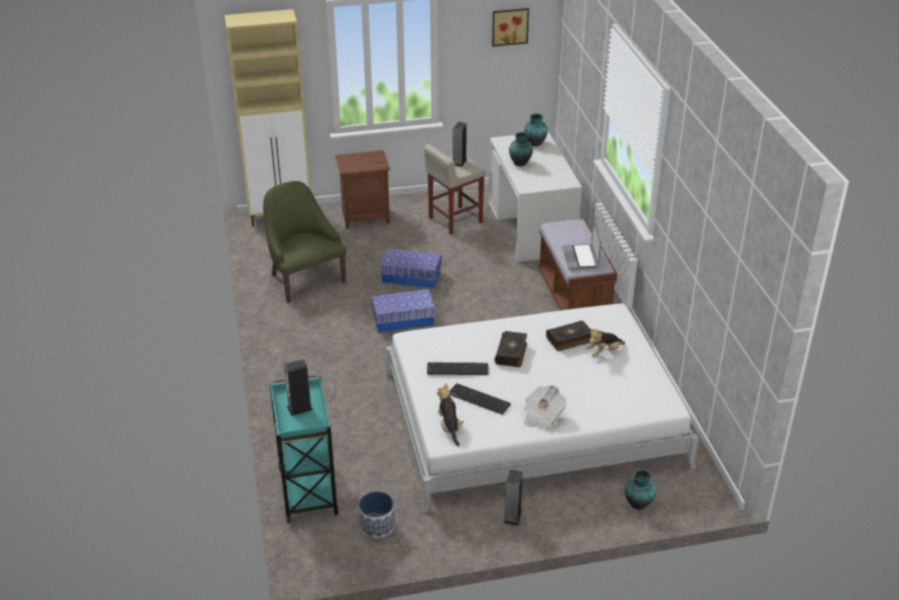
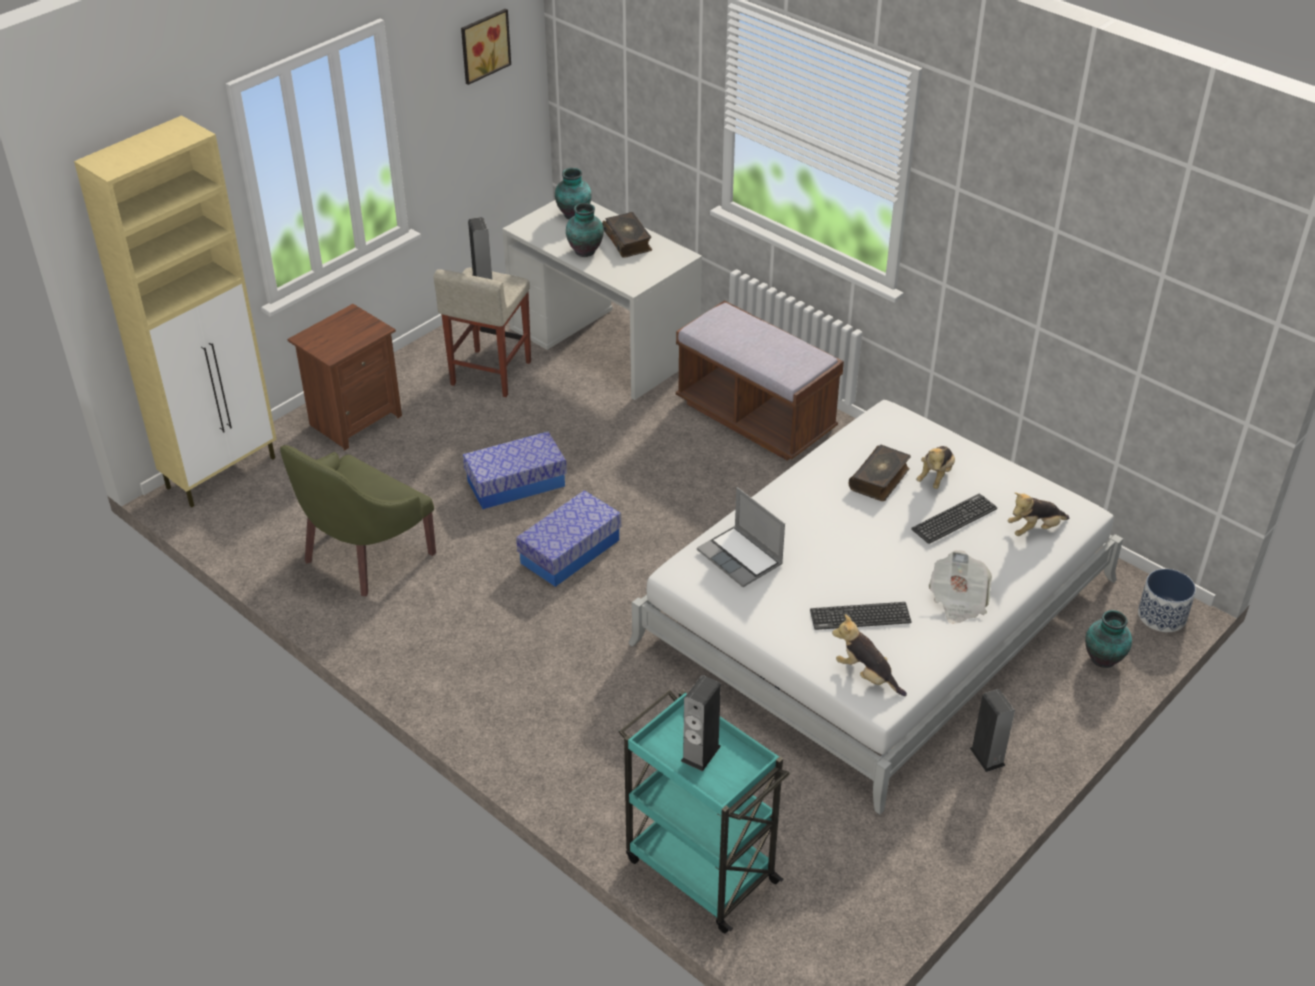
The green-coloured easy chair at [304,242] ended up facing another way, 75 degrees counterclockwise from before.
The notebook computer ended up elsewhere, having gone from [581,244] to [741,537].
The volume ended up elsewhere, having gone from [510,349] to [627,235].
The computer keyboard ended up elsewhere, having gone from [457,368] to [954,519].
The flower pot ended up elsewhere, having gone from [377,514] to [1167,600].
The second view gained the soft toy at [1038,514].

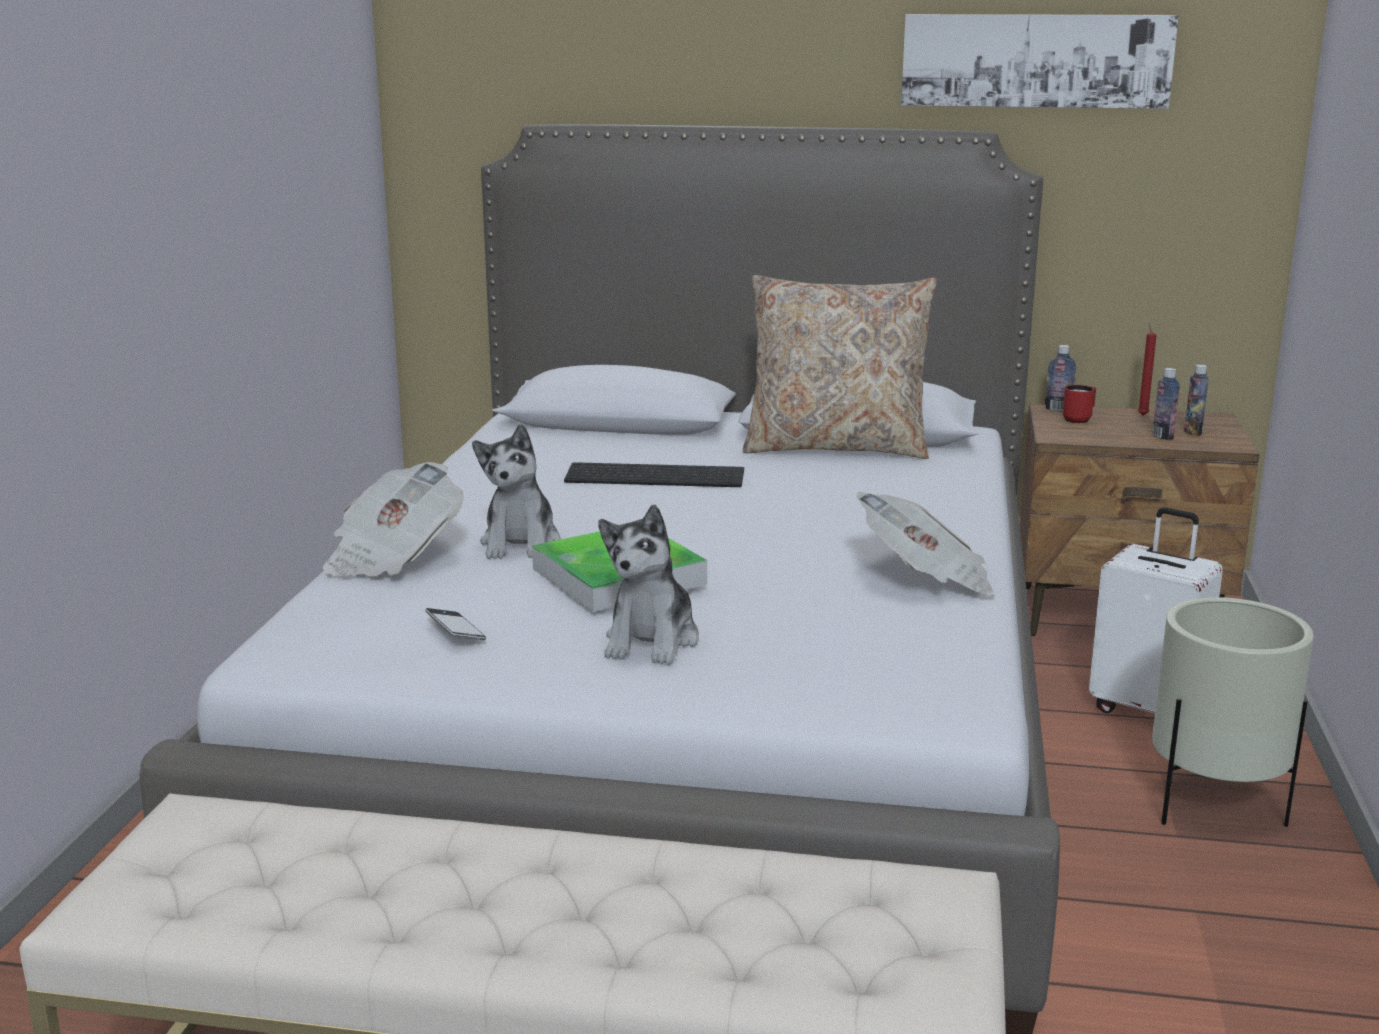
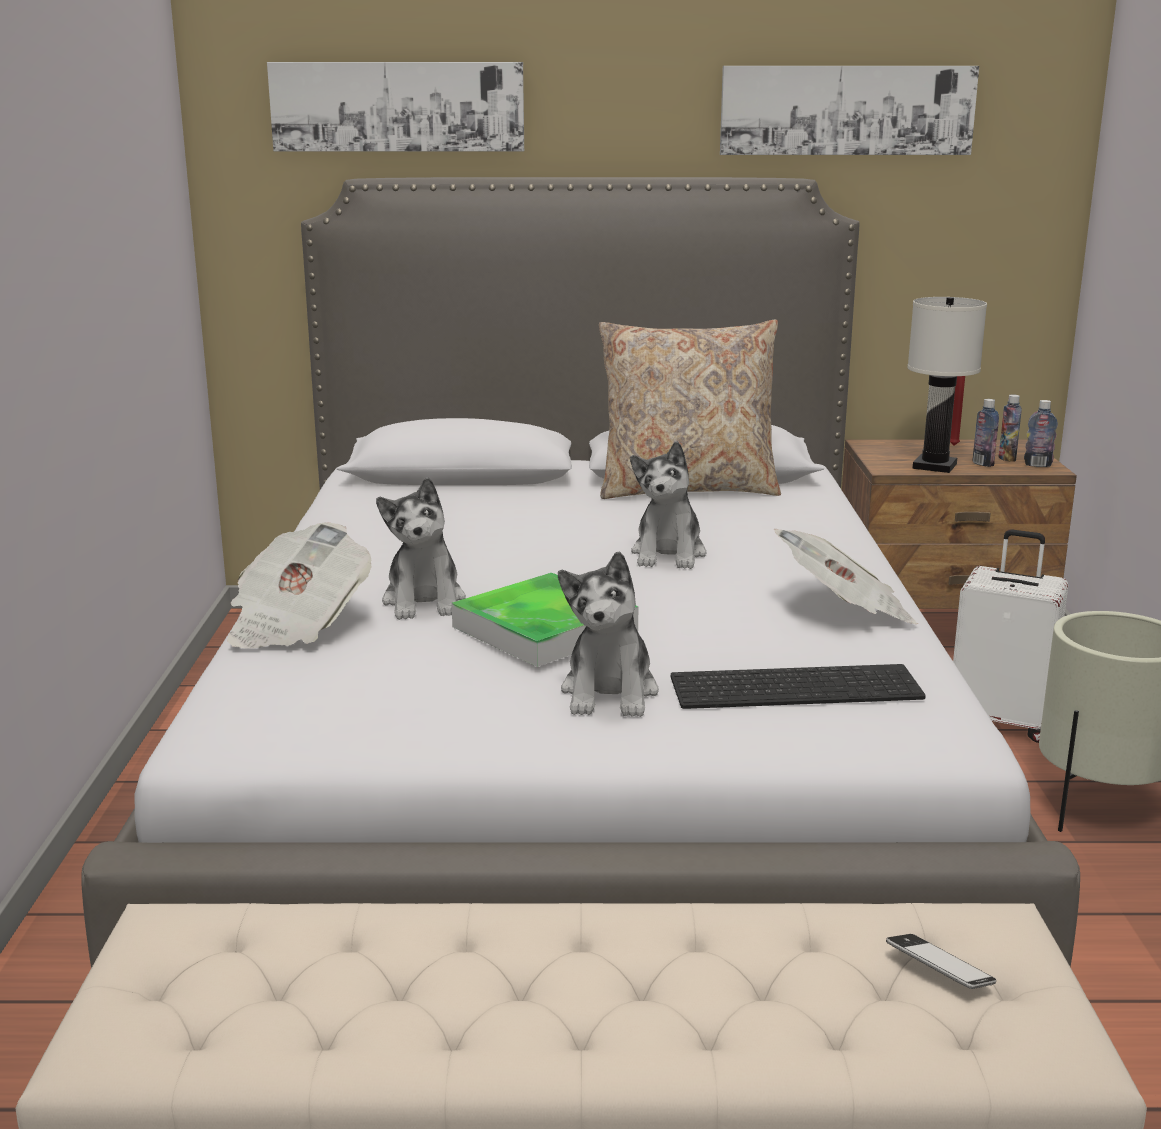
The bottle ended up elsewhere, having gone from [1061,378] to [1041,433].
The second view lost the red mug at [1079,404].
The computer keyboard ended up elsewhere, having gone from [654,474] to [798,686].
The handset ended up elsewhere, having gone from [455,624] to [941,961].
The second view gained the picture at [395,106].
The second view gained the white lamp for a table at [947,385].
The second view gained the soft toy at [668,505].

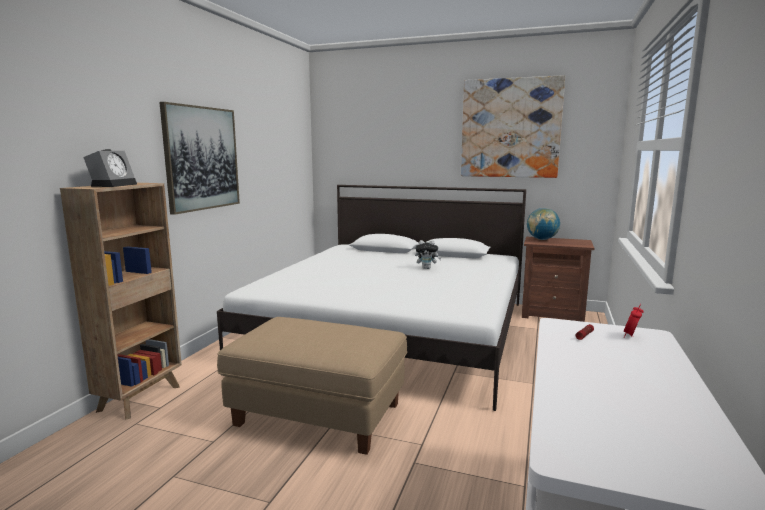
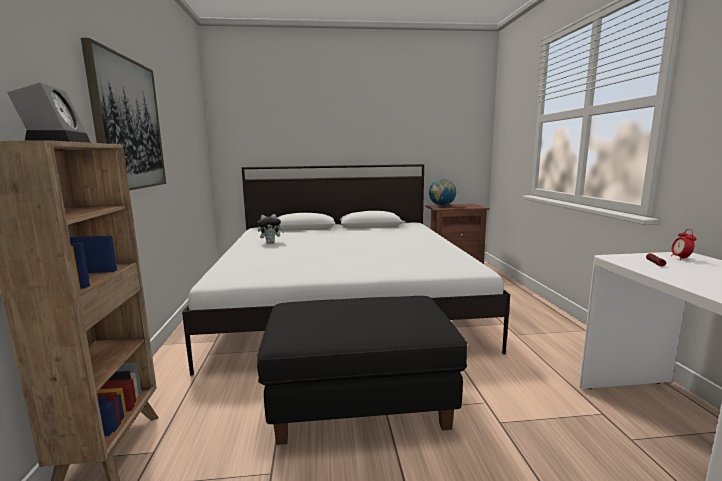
The second view lost the picture at [513,126].
The soft toy ended up elsewhere, having gone from [428,254] to [270,228].
What was the beige-coloured footrest at [312,386] turned into the black footrest at [362,370].

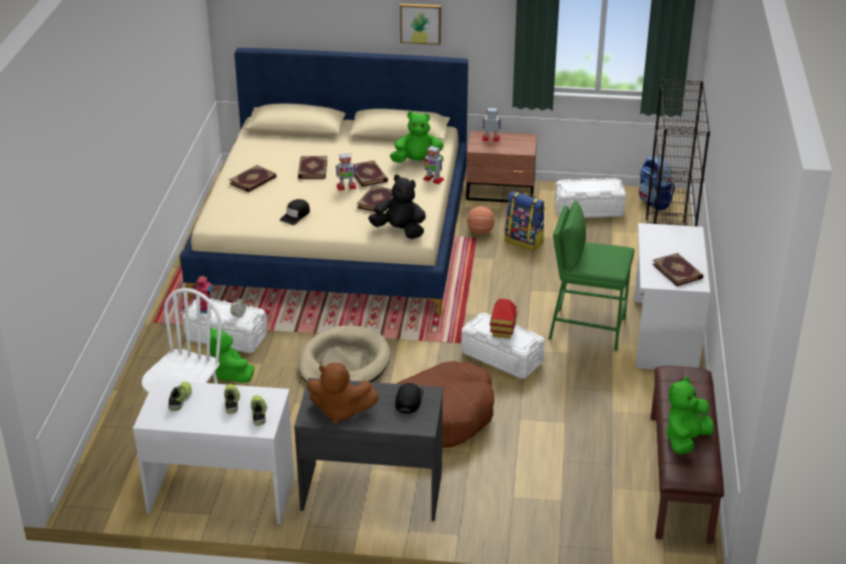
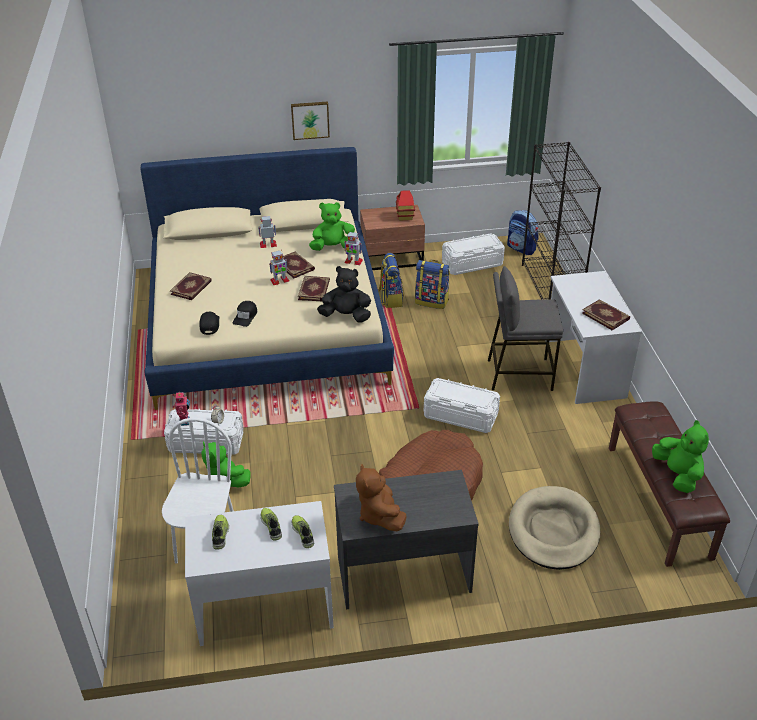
The model robot ended up elsewhere, having gone from [491,125] to [267,232].
The second view lost the volume at [312,167].
What was the green-coloured sitting stool at [592,276] turned into the greyish sitting stool at [525,328].
Where the basketball ball stood at [481,220], the knapsack came to stand at [391,280].
The miniature house ended up elsewhere, having gone from [504,319] to [405,205].
The beige-coloured dog bed ended up elsewhere, having gone from [344,353] to [554,528].
The brownish soft toy at [343,393] ended up facing another way, 75 degrees clockwise from before.
The green-coloured soft toy at [690,416] ended up facing another way, 135 degrees clockwise from before.
The black peaked cap ended up elsewhere, having gone from [409,398] to [209,323].

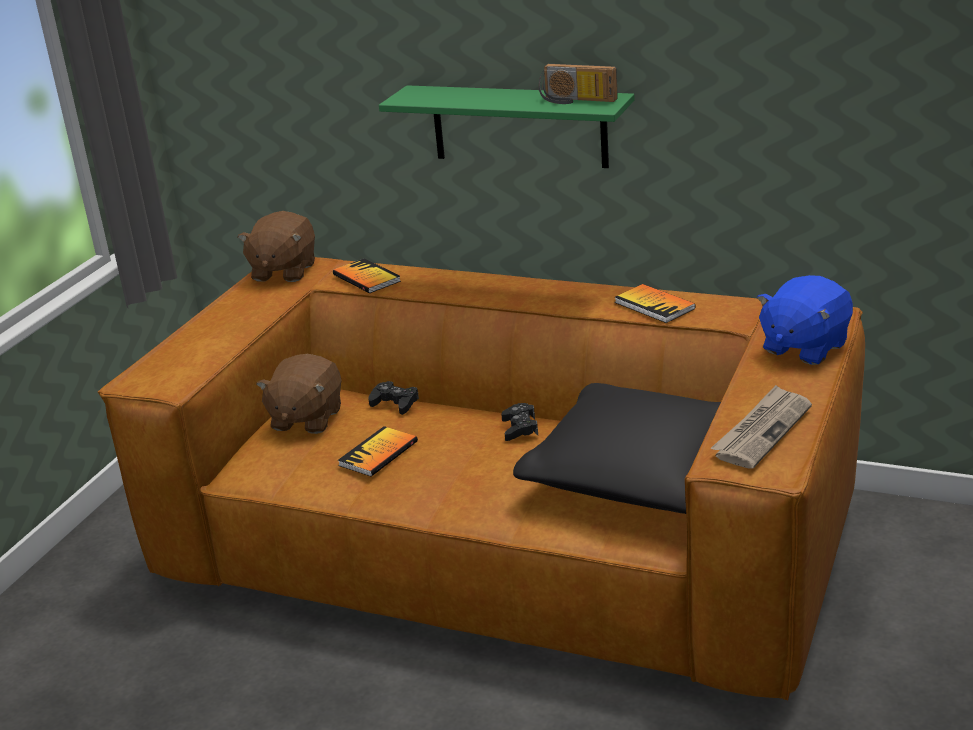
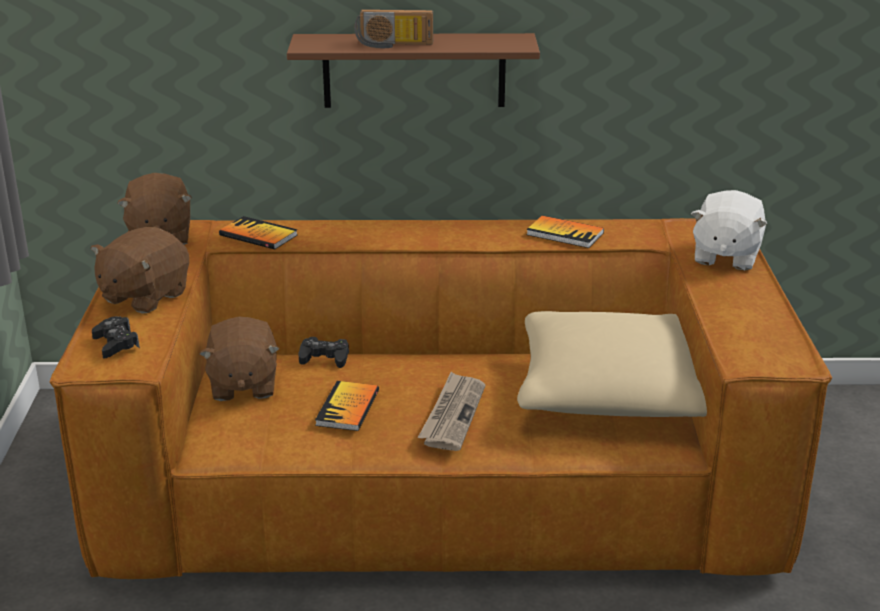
The radio set ended up elsewhere, having gone from [578,84] to [394,28].
What was the green-coloured wall shelf at [507,126] turned into the brownish wall shelf at [413,70].
What was the bluish soft toy at [805,320] turned into the white soft toy at [729,230].
What was the black throw pillow at [617,448] turned into the beige-coloured throw pillow at [612,364].
The printed paper ended up elsewhere, having gone from [761,427] to [451,411].
The black game controller ended up elsewhere, having gone from [519,422] to [116,337].
The second view gained the brownish soft toy at [140,270].

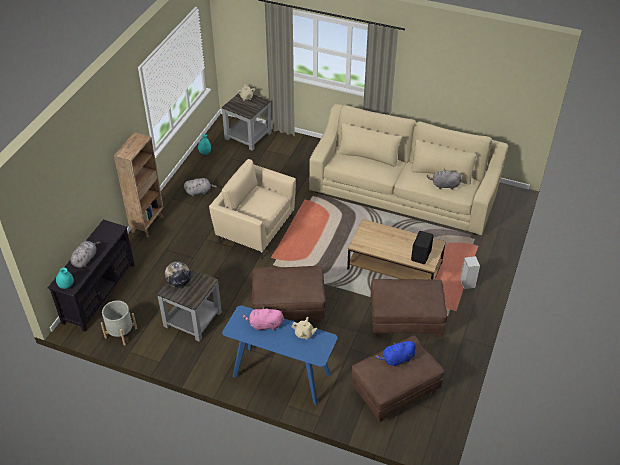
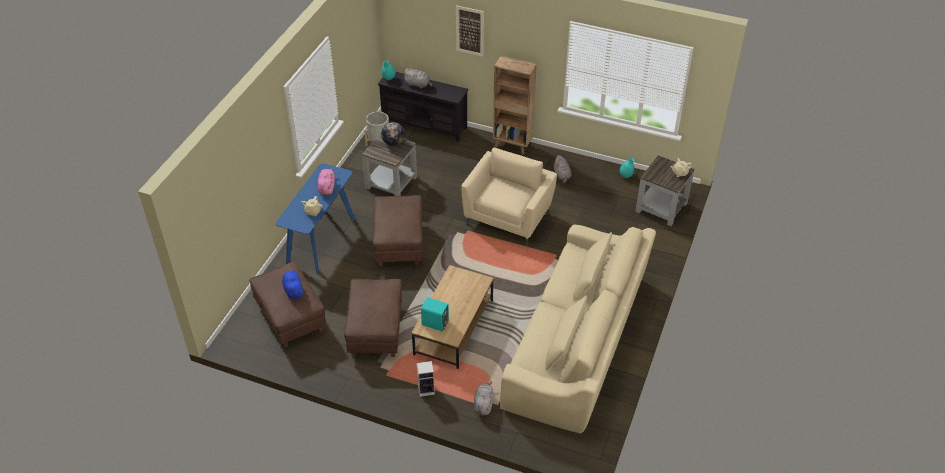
The greyish soft toy ended up elsewhere, having gone from [444,179] to [483,398].
What was the black loudspeaker at [422,247] turned into the turquoise loudspeaker at [435,314].
The second view gained the picture at [470,31].

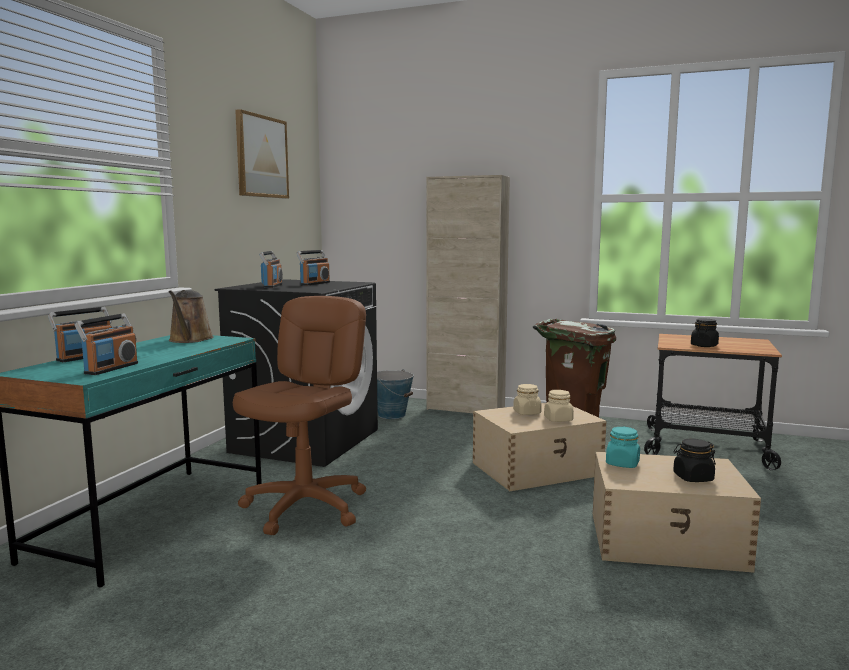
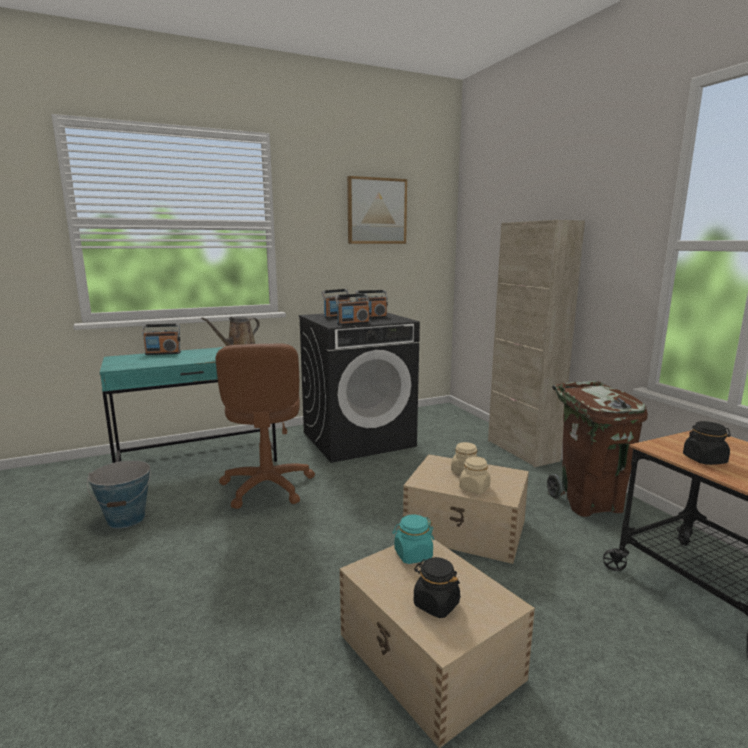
The brownish computer chair at [299,415] ended up facing another way, 105 degrees clockwise from before.
The radio set ended up elsewhere, having gone from [106,344] to [352,309].
The pail ended up elsewhere, having gone from [395,394] to [119,494].

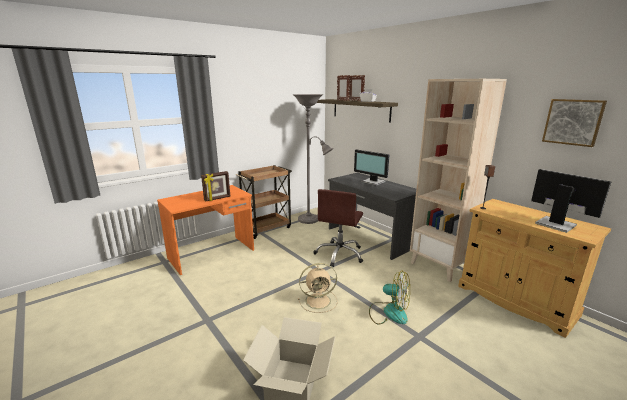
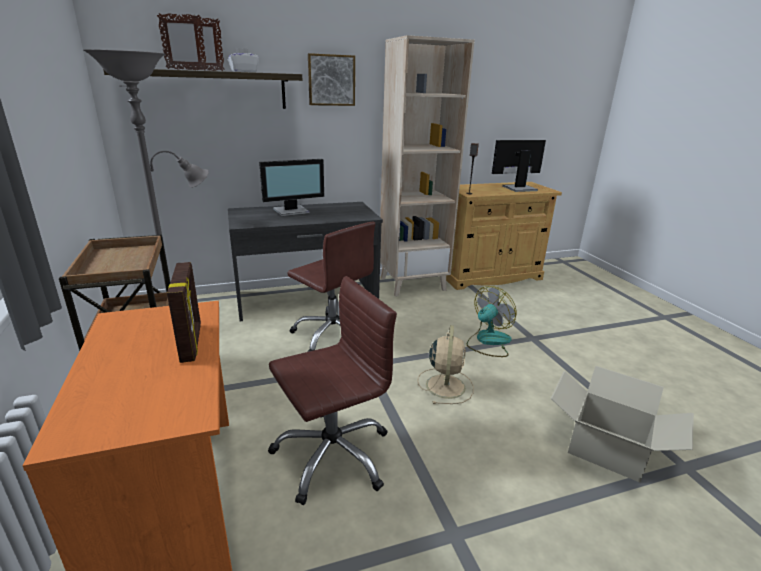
The picture ended up elsewhere, having gone from [574,123] to [331,79].
The second view gained the brownish computer chair at [332,390].

